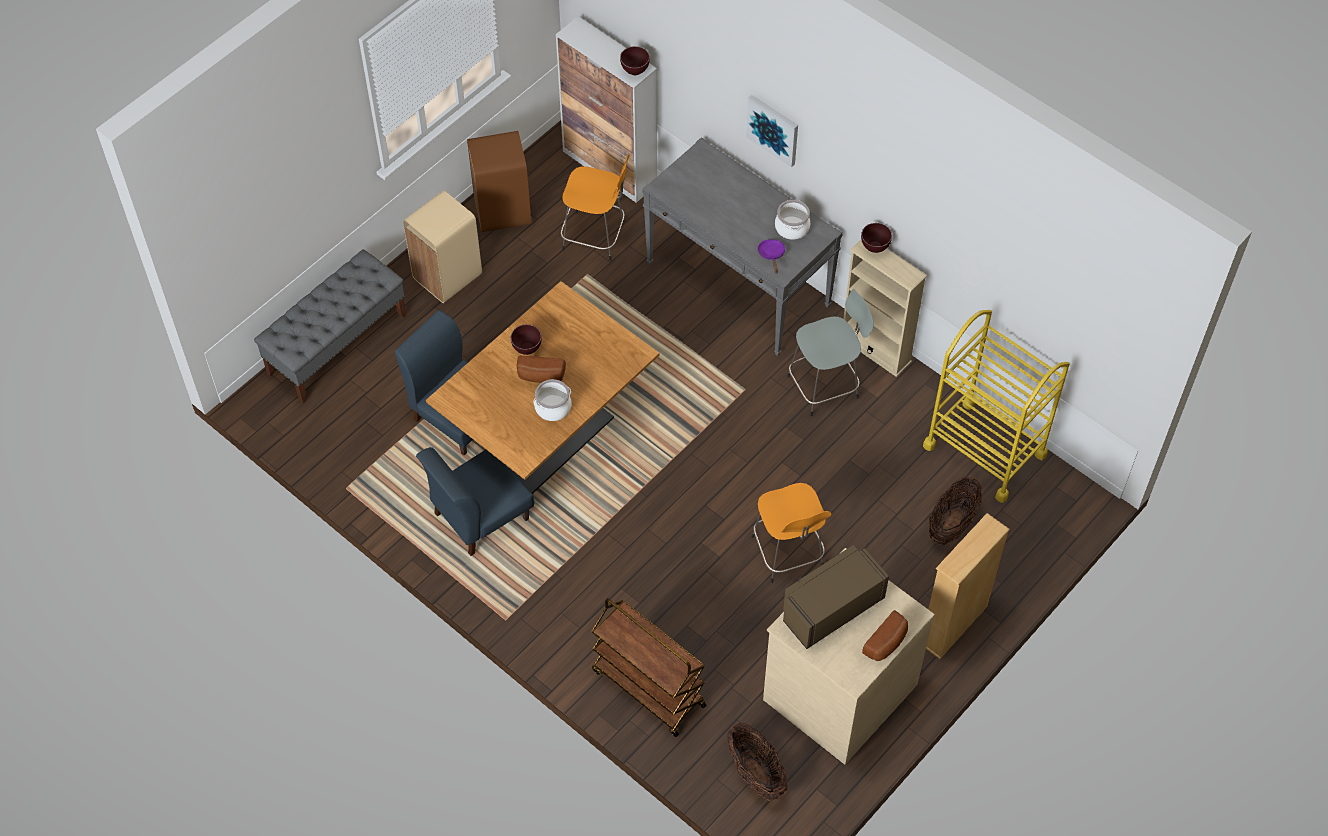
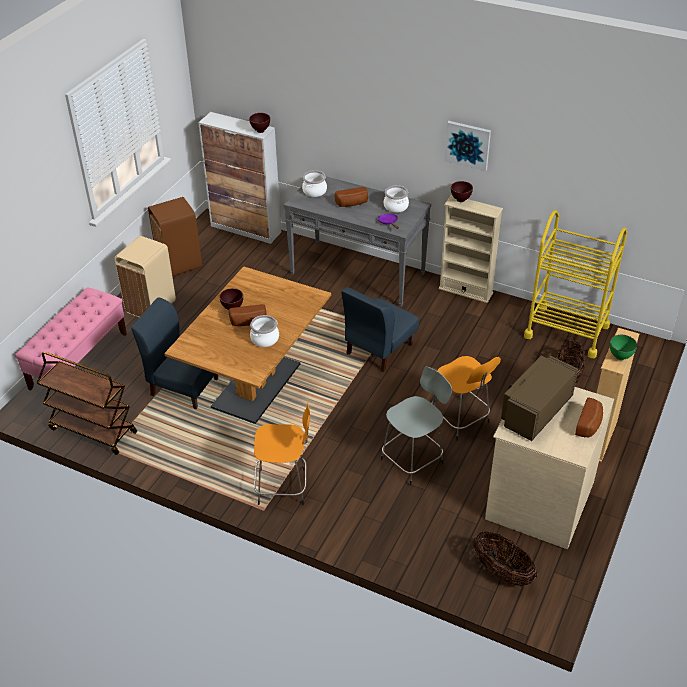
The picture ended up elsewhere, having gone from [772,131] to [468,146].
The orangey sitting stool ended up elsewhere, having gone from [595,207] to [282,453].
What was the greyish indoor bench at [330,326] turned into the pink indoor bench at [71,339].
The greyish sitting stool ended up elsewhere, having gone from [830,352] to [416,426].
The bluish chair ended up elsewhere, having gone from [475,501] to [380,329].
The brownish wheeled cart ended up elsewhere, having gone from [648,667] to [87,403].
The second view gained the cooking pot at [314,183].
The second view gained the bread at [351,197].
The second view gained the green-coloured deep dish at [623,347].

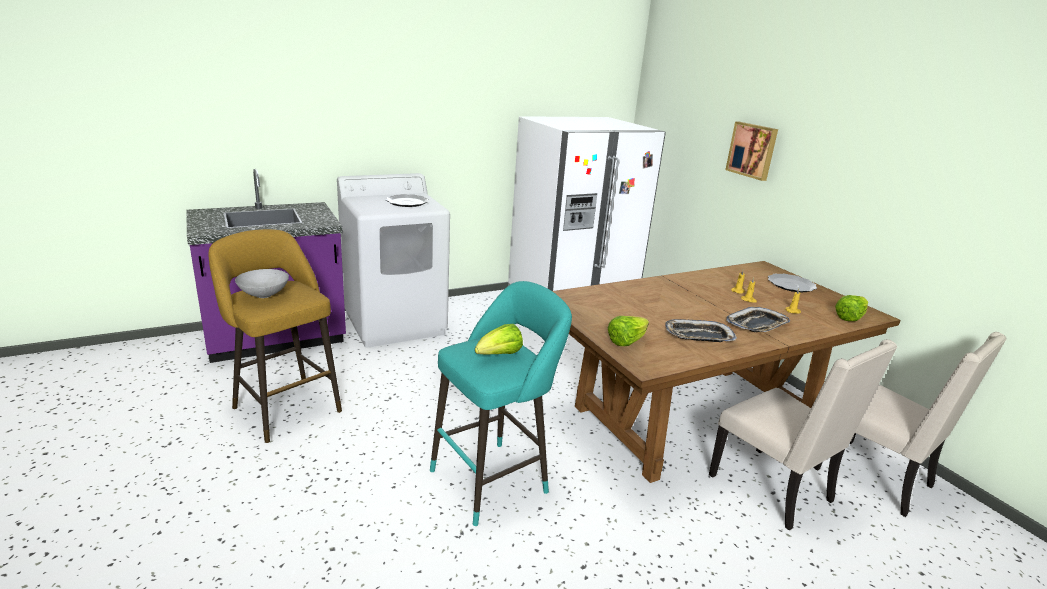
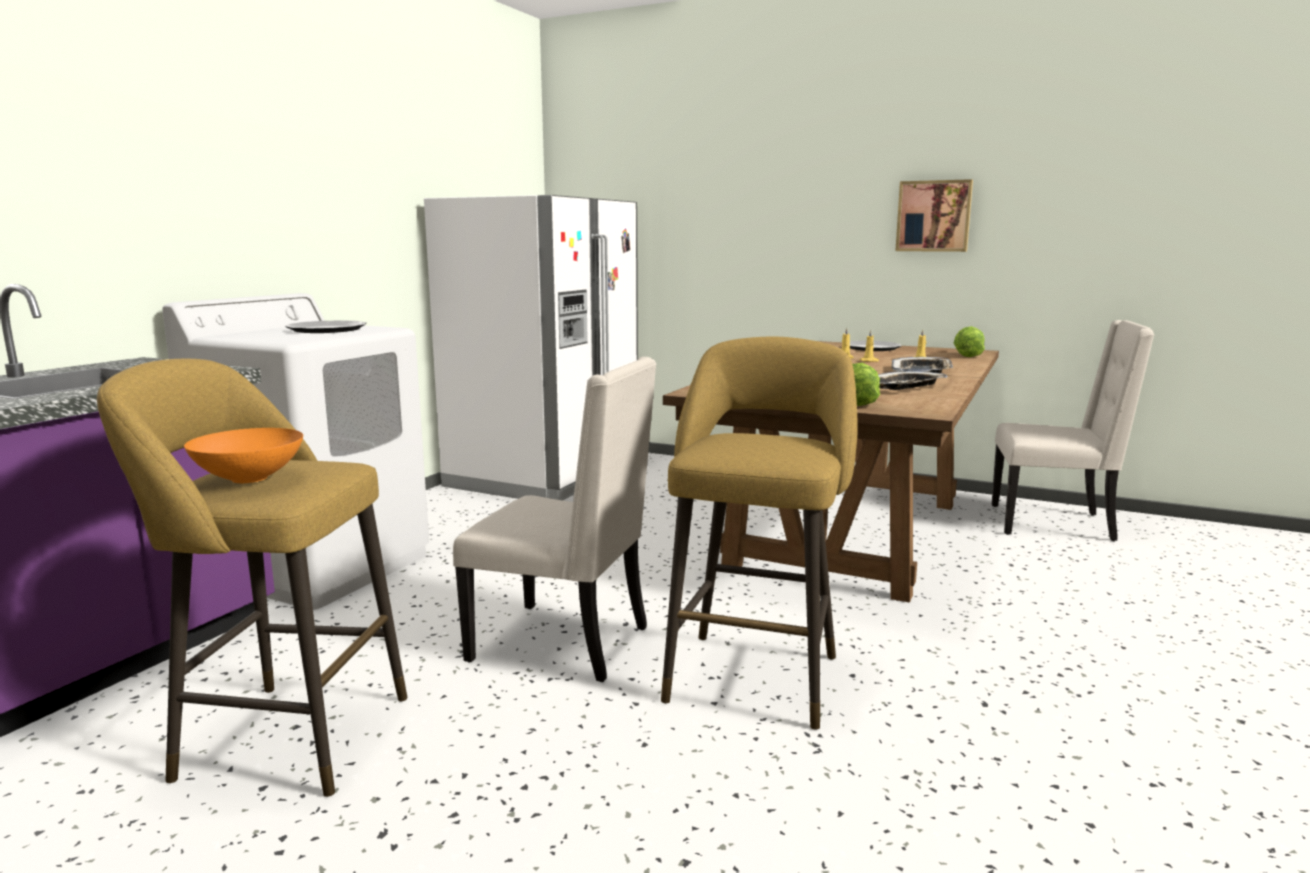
The picture ended up elsewhere, having gone from [751,151] to [934,215].
What was the greyish deep dish at [262,283] turned into the orangey deep dish at [243,455].
What was the turquoise sitting stool at [501,403] turned into the yellowish sitting stool at [759,533].
The second view lost the lettuce at [499,339].
The beige-coloured chair ended up elsewhere, having gone from [803,434] to [555,519].

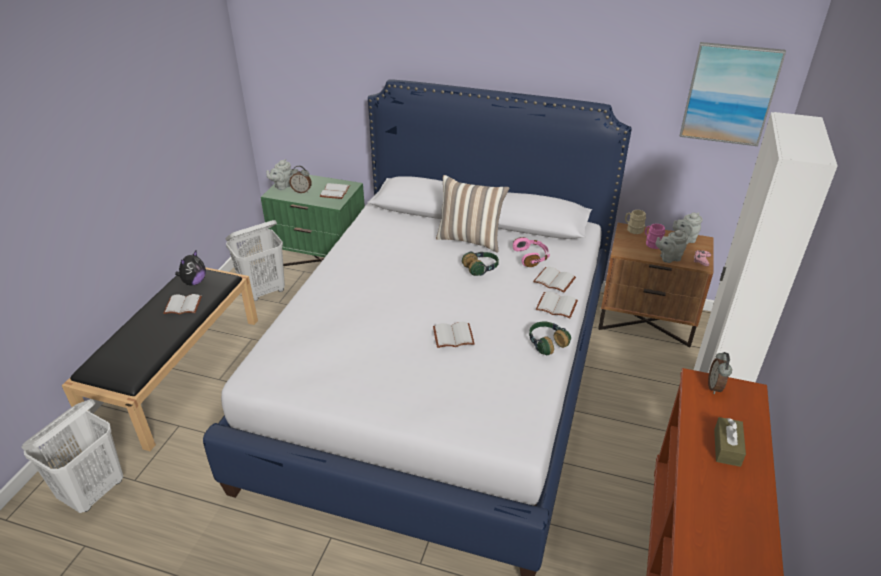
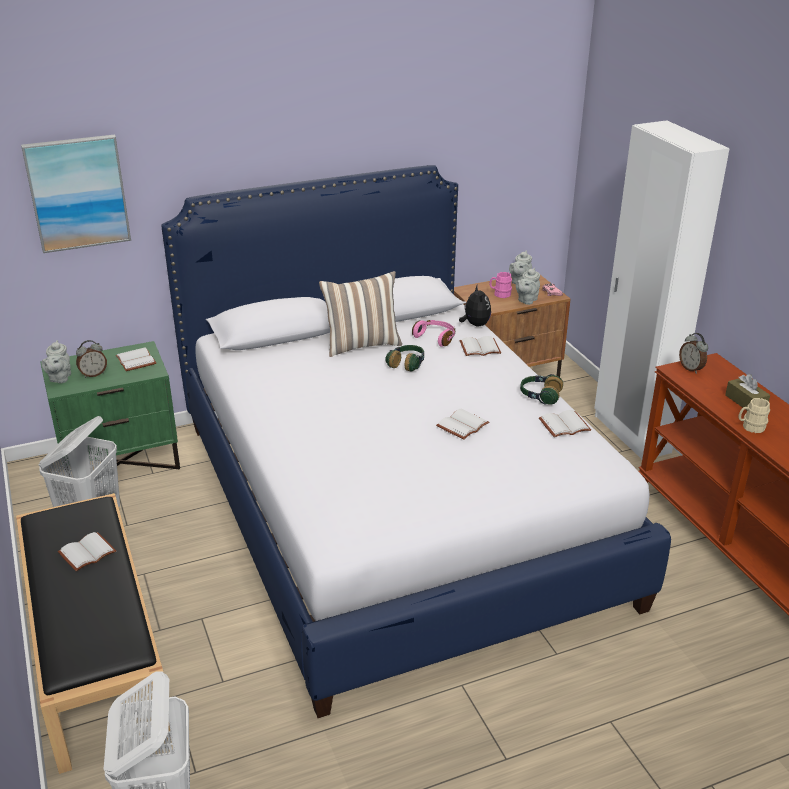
The picture ended up elsewhere, having gone from [733,94] to [76,193].
The beige-coloured mug ended up elsewhere, having gone from [635,222] to [754,415].
The soft toy ended up elsewhere, having gone from [190,268] to [475,306].
The white volume ended up elsewhere, having gone from [557,304] to [565,423].

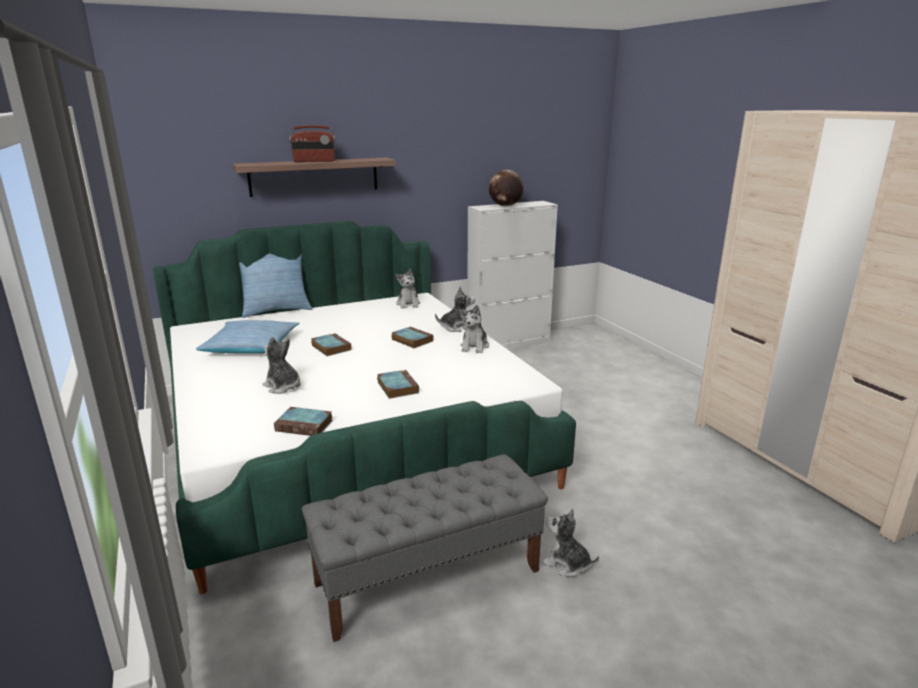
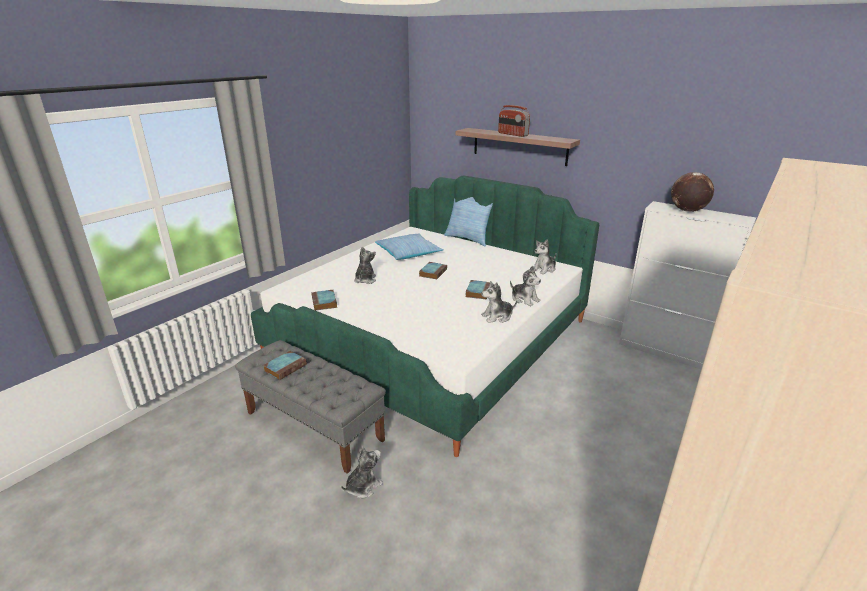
The volume ended up elsewhere, having gone from [398,384] to [285,365].
The soft toy at [571,543] ended up facing another way, 45 degrees clockwise from before.

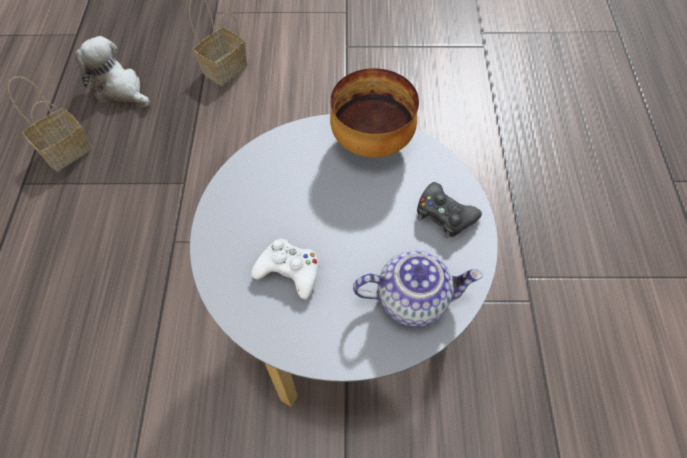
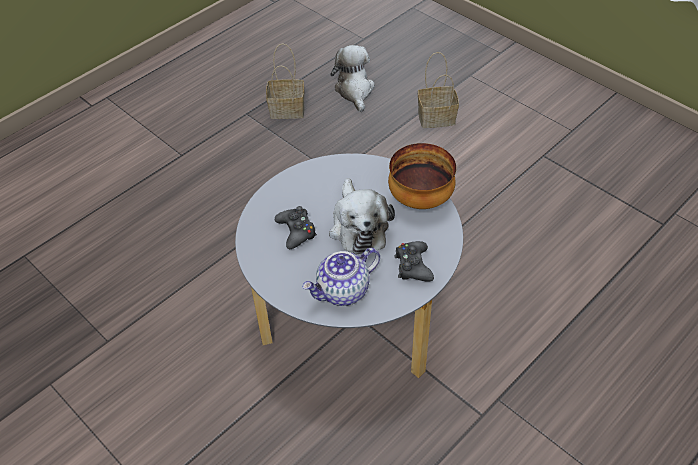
What was the white game controller at [285,269] turned into the black game controller at [296,227].
The tea pot at [418,288] ended up facing another way, 105 degrees clockwise from before.
The second view gained the soft toy at [362,216].

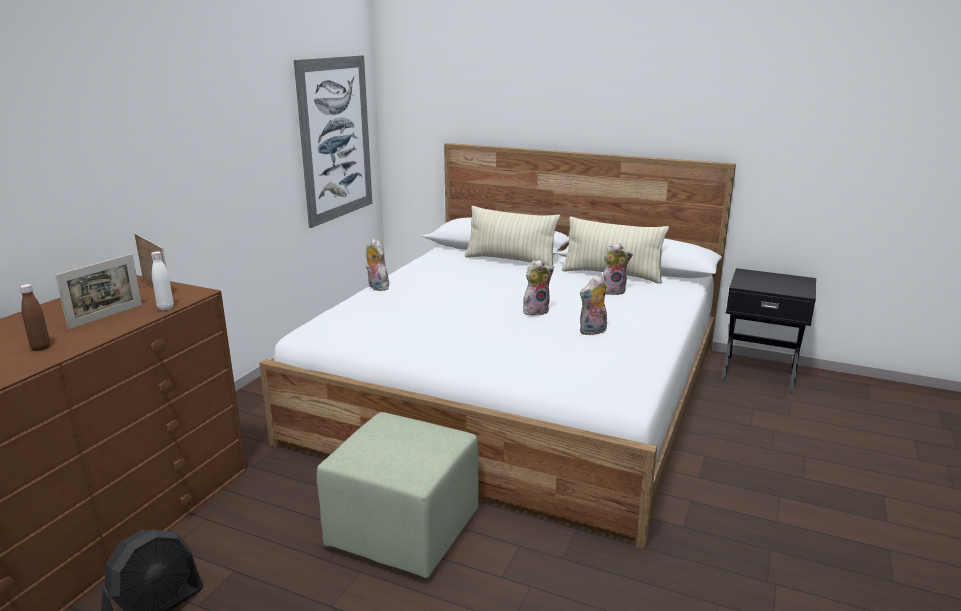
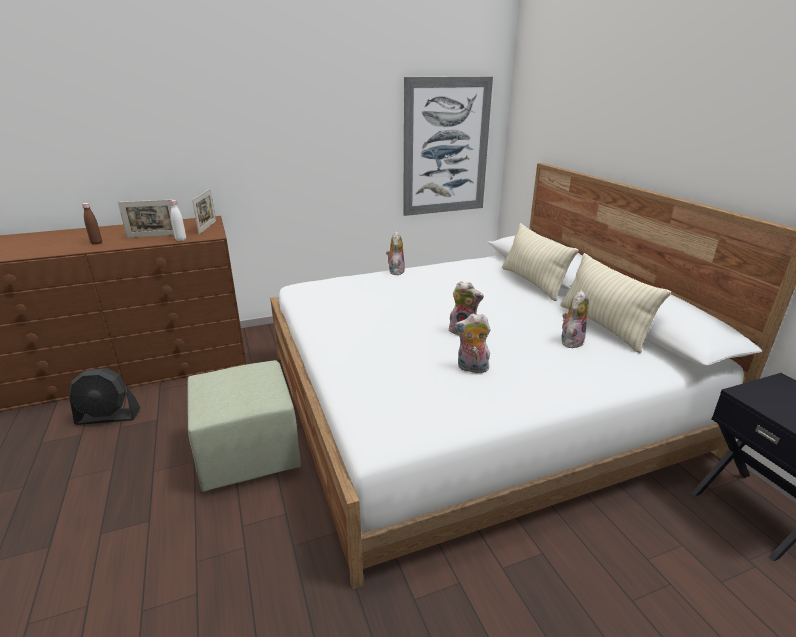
The soft toy at [617,269] ended up facing another way, 90 degrees counterclockwise from before.

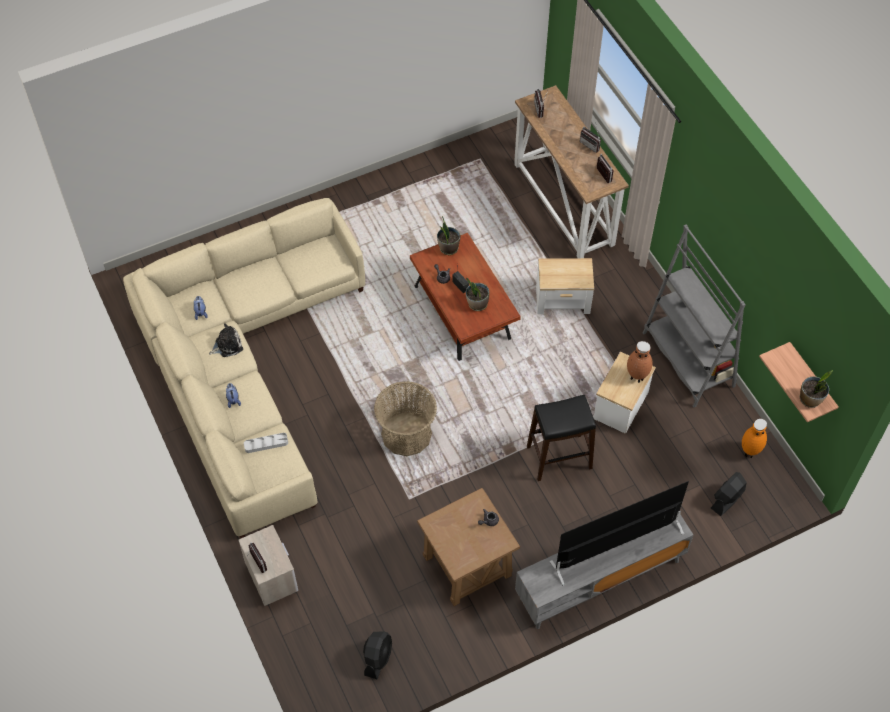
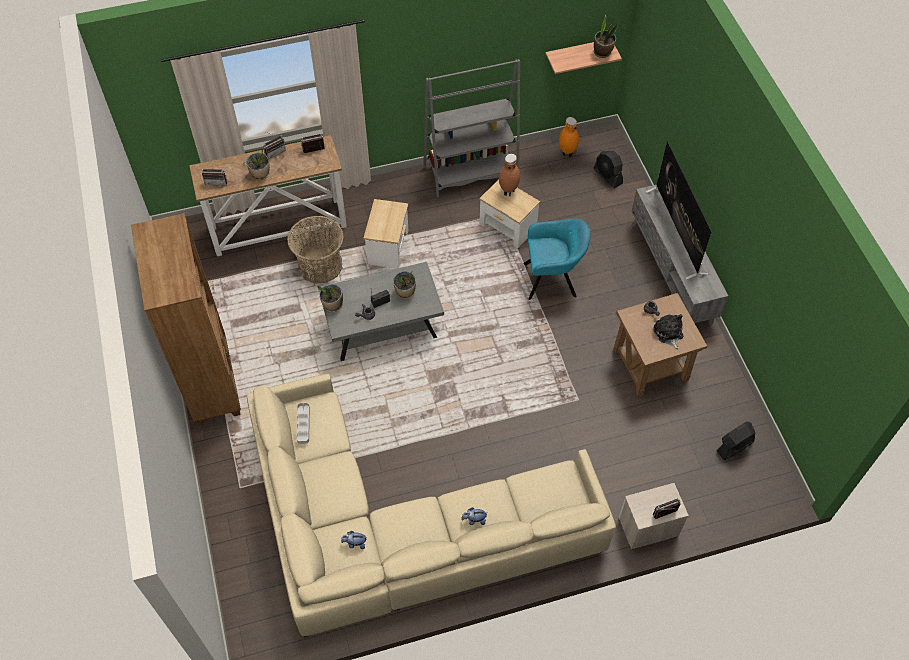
What was the brownish low table at [465,297] turned into the greyish low table at [381,311].
The soft toy ended up elsewhere, having gone from [226,340] to [668,332].
The storage basket ended up elsewhere, having gone from [405,418] to [315,250].
Where the black sitting stool stood at [561,438], the turquoise easy chair came to stand at [556,259].
The greyish serving tray ended up elsewhere, having gone from [266,443] to [303,423].
The black electric fan at [377,655] ended up facing another way, 60 degrees counterclockwise from before.
The second view gained the potted plant at [258,163].
The second view gained the brownish bookshelf at [186,319].

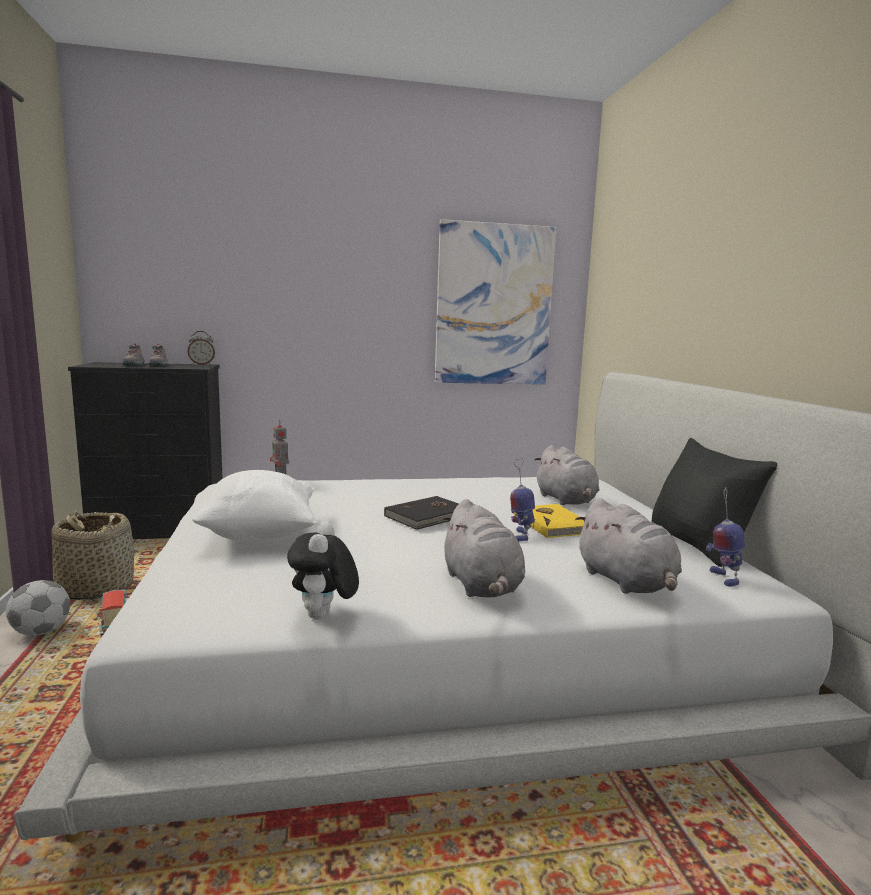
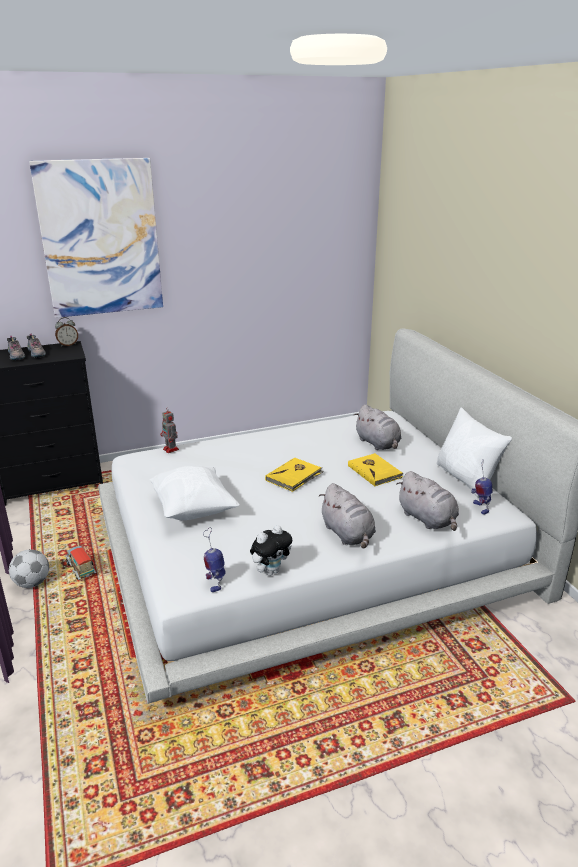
The picture ended up elsewhere, having gone from [495,301] to [96,238].
What was the black throw pillow at [714,502] turned into the white throw pillow at [474,453].
The model robot ended up elsewhere, having gone from [522,499] to [214,559].
What was the black volume at [421,513] turned into the yellowish volume at [294,474].
The second view lost the storage basket at [93,555].
The soft toy at [323,570] ended up facing another way, 120 degrees counterclockwise from before.

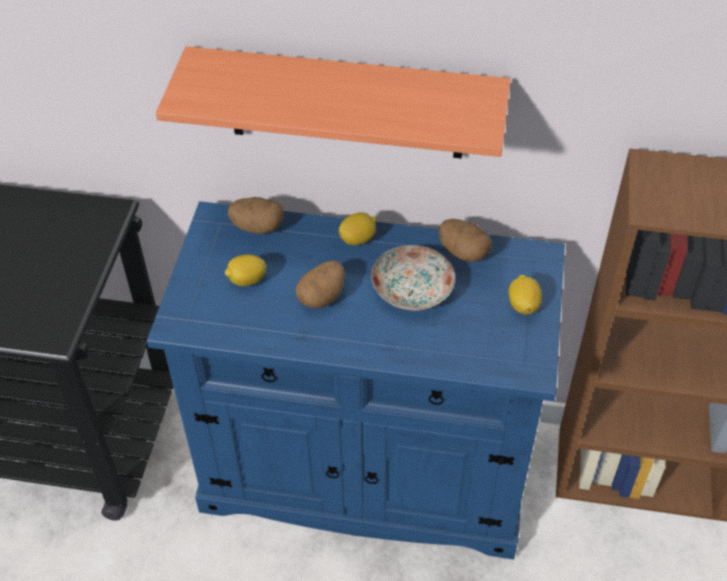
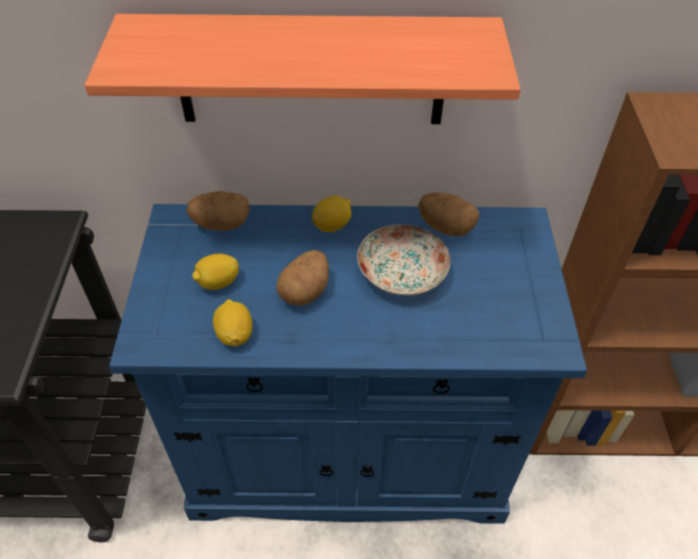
The citrus fruit ended up elsewhere, having gone from [525,295] to [232,322].

